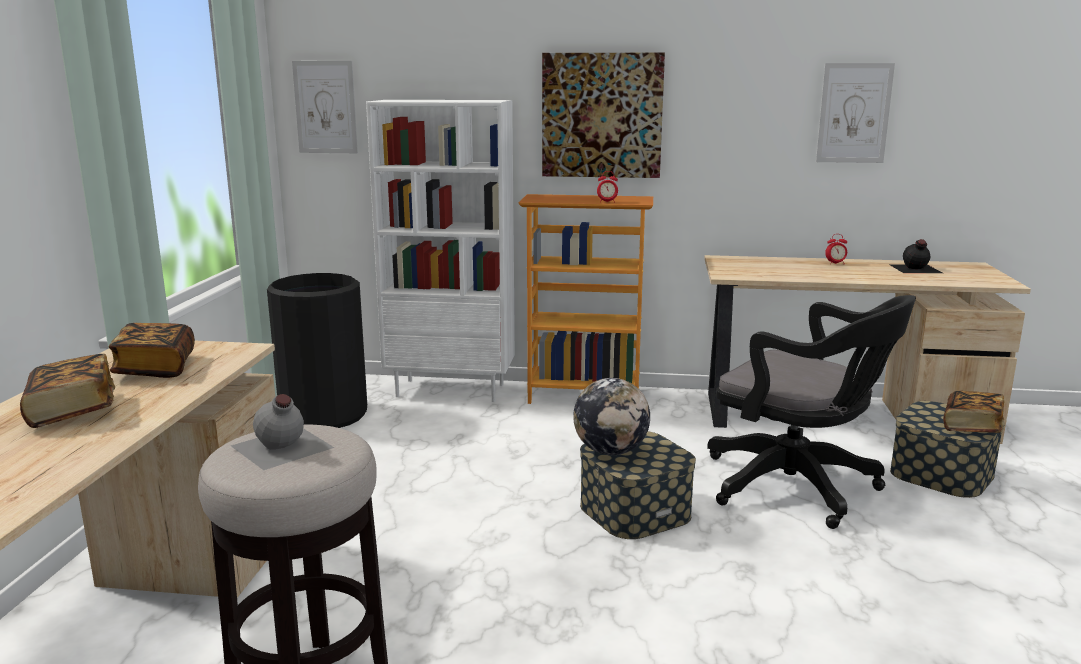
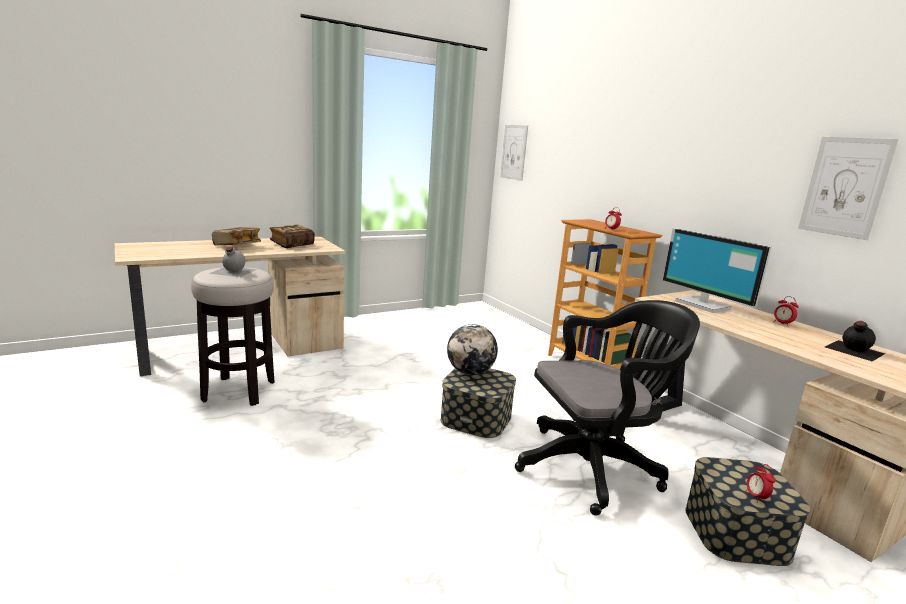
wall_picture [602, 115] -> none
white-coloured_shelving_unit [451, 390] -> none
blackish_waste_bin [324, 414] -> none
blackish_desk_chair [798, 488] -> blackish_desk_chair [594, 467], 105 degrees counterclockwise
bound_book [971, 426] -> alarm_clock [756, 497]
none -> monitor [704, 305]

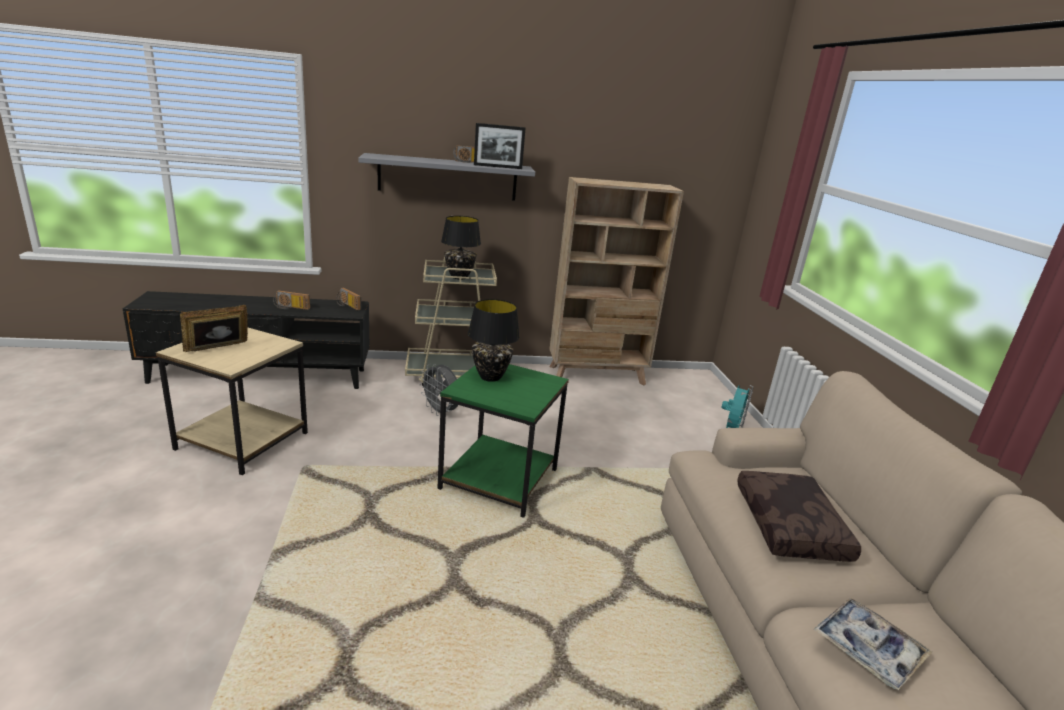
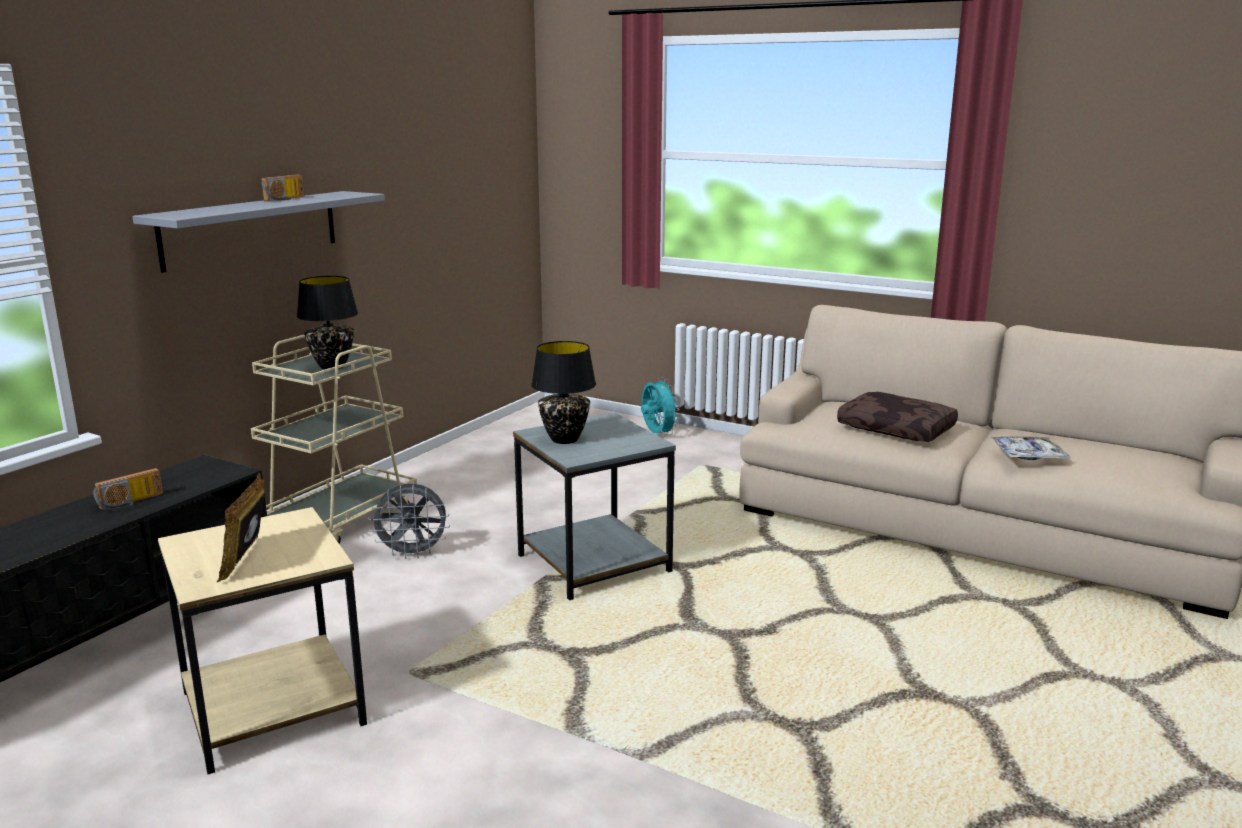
standing_frame [497, 167] -> none
sand-coloured_shelving_unit [597, 375] -> none
radio_receiver [347, 305] -> none
green-coloured_side_table [500, 479] -> gray_side_table [594, 562]

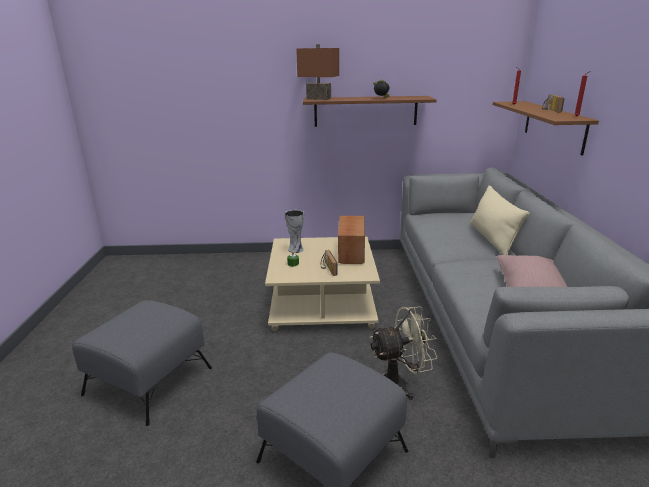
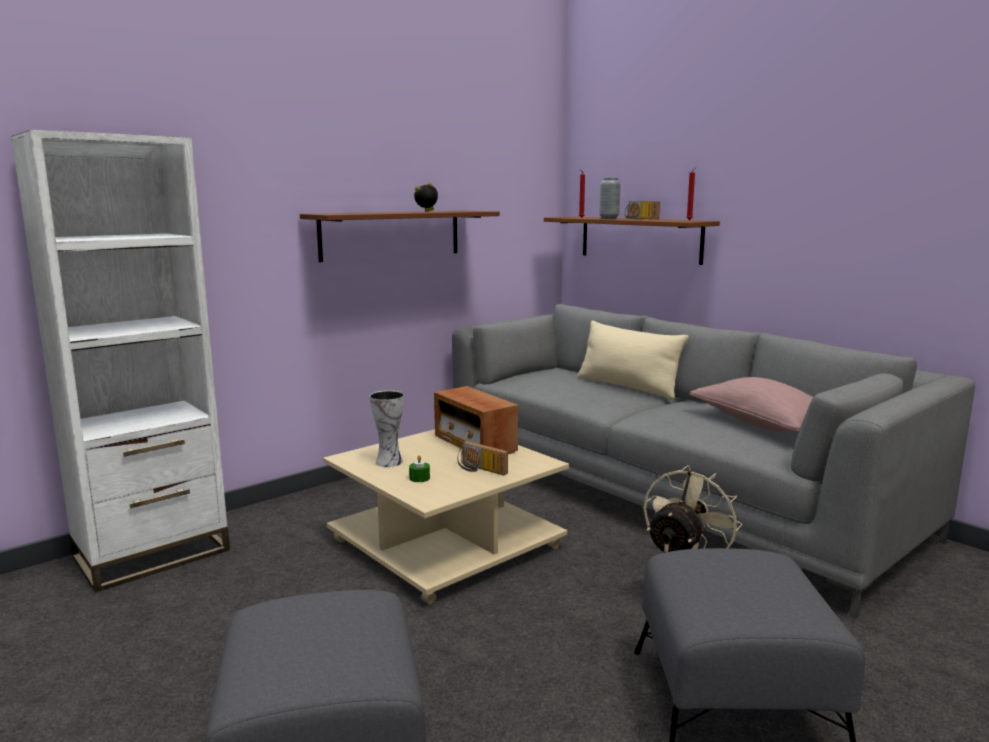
brownish_lamp_for_a_table [319, 98] -> none
none -> white-coloured_shelving_unit [152, 554]
none -> gray_vase [609, 218]

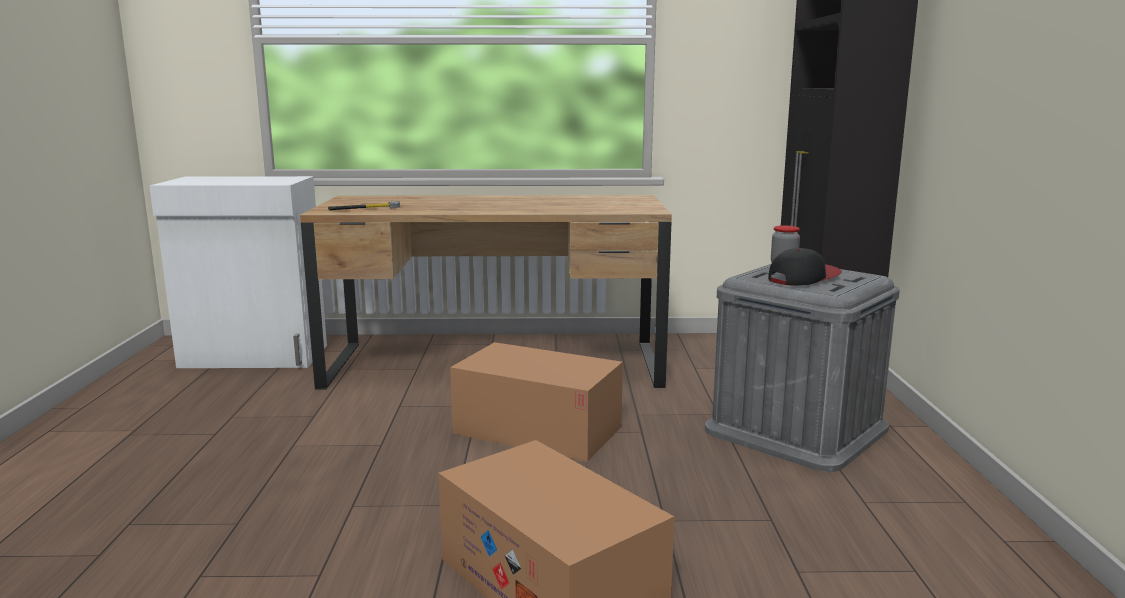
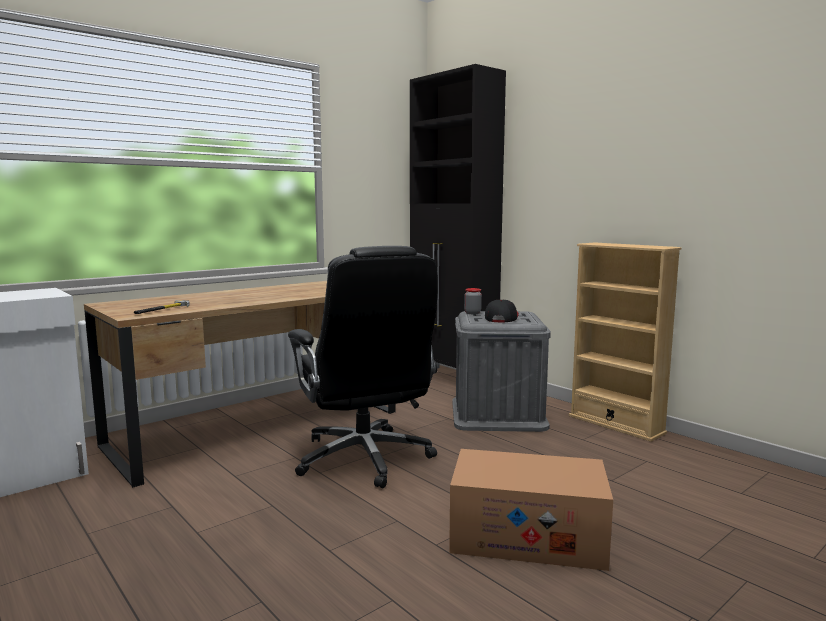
packing_box [537, 430] -> blackish_desk_chair [365, 459]
none -> sand-coloured_shelving_unit [616, 424]

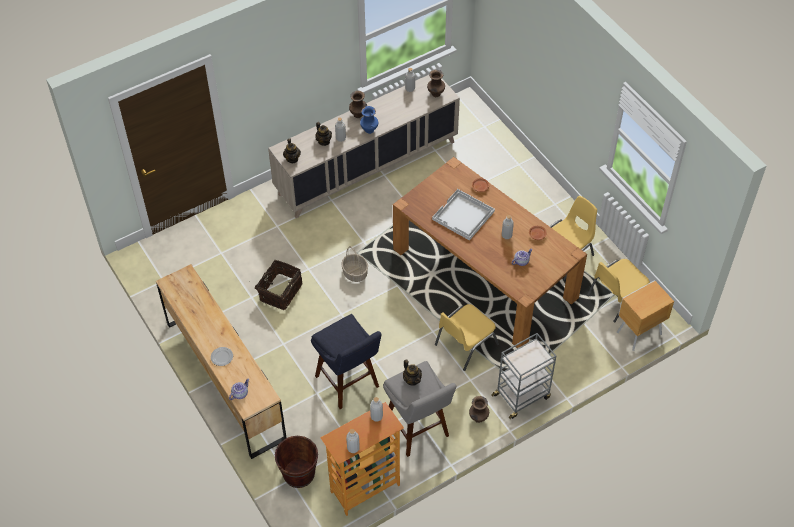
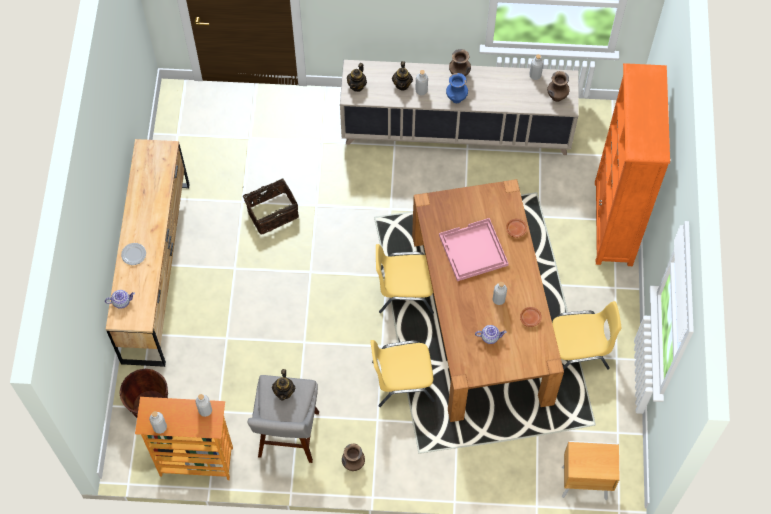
white-coloured_carrying_tray [463, 216] -> pink_carrying_tray [472, 251]
storage_basket [354, 273] -> none
yellow-coloured_chair [616, 298] -> yellow-coloured_chair [404, 290], moved
bluish_sitting_stool [349, 384] -> none
gray_wheeled_cart [522, 396] -> none
none -> orangey_shelving_unit [613, 223]

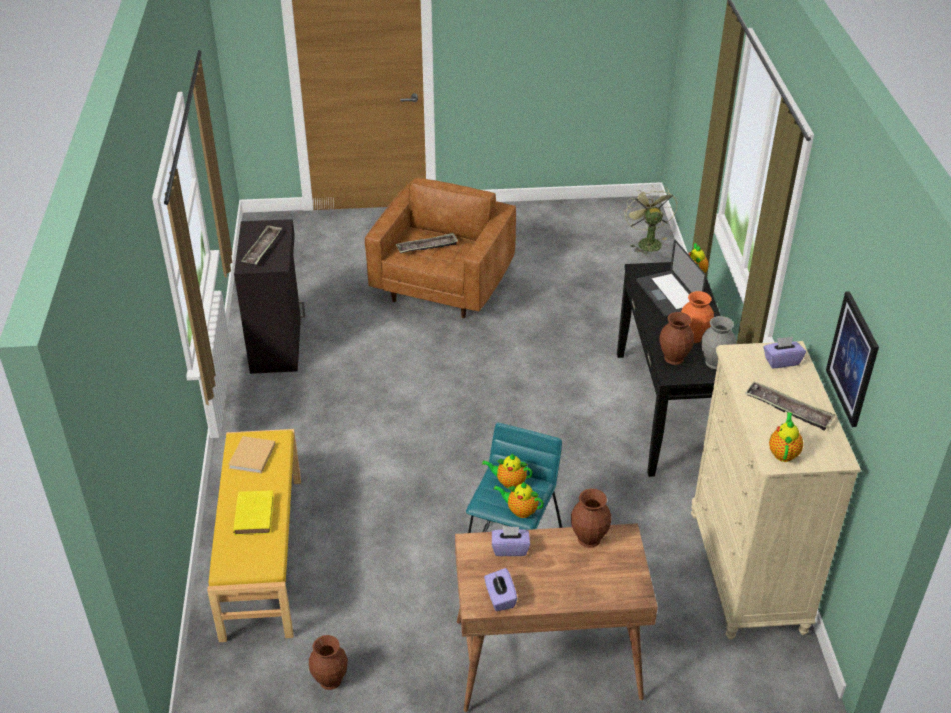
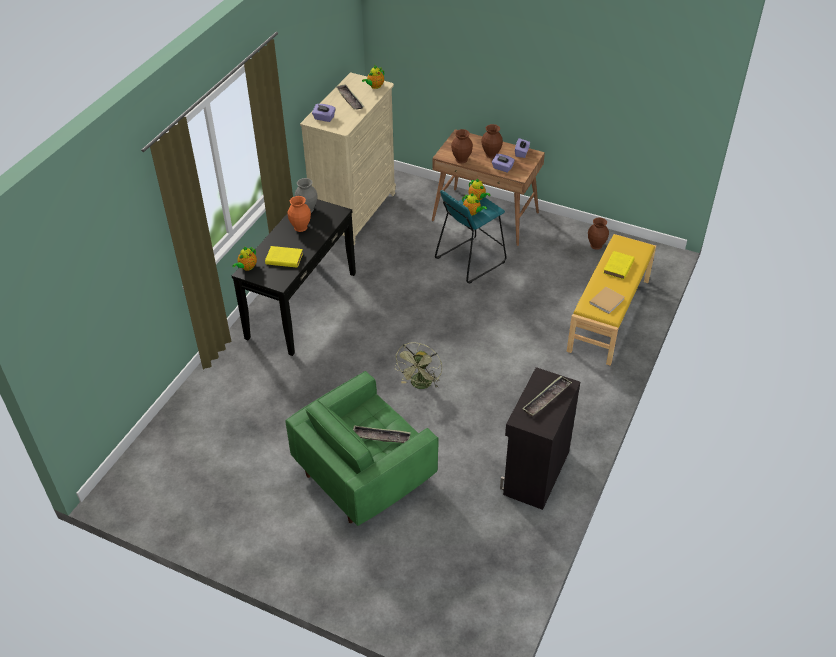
brownish_easy_chair [443, 287] -> green-coloured_easy_chair [364, 475]
green-coloured_cooling_fan [647, 242] -> green-coloured_cooling_fan [420, 385], moved
laptop [668, 295] -> yellow-coloured_bound_book [283, 259]
wall_picture [853, 359] -> none
brownish_vase [674, 358] -> brownish_vase [491, 154], moved

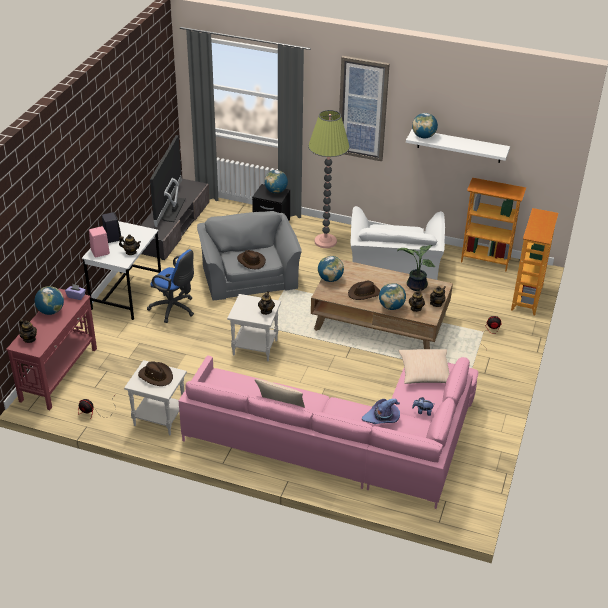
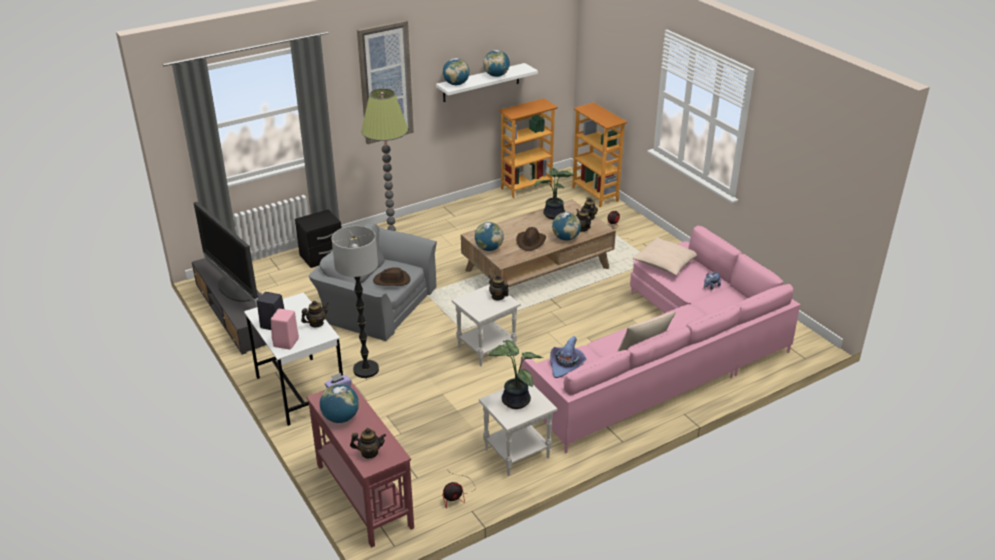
desk_globe [276, 191] -> desk_globe [496, 75], moved
white-coloured_easy_chair [394, 265] -> none
bluish_desk_chair [174, 309] -> floor_lamp [366, 370]
brownish_clothing_hat [156, 376] -> houseplant [514, 401]
purple-coloured_clothing_hat [382, 418] -> purple-coloured_clothing_hat [566, 365], moved

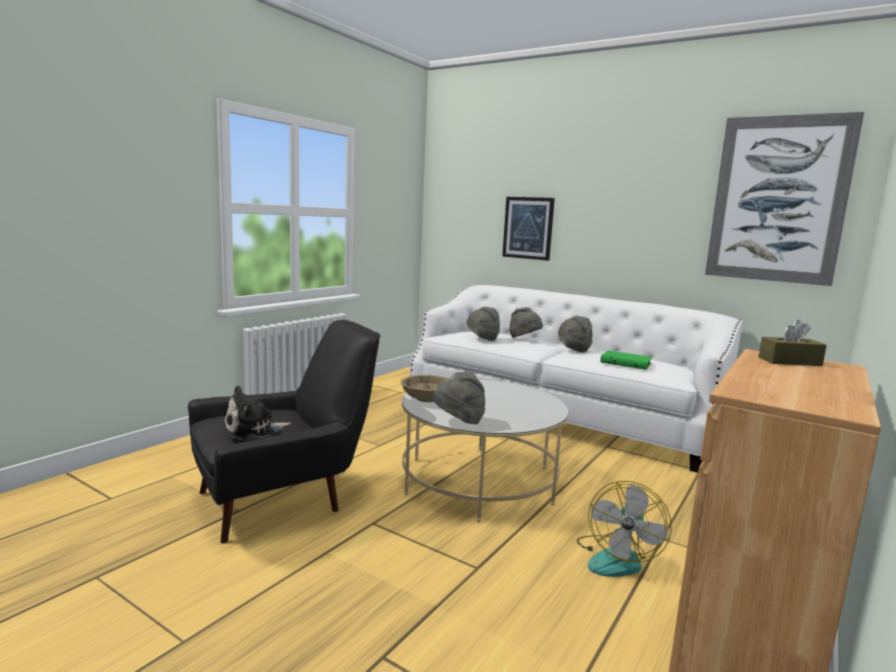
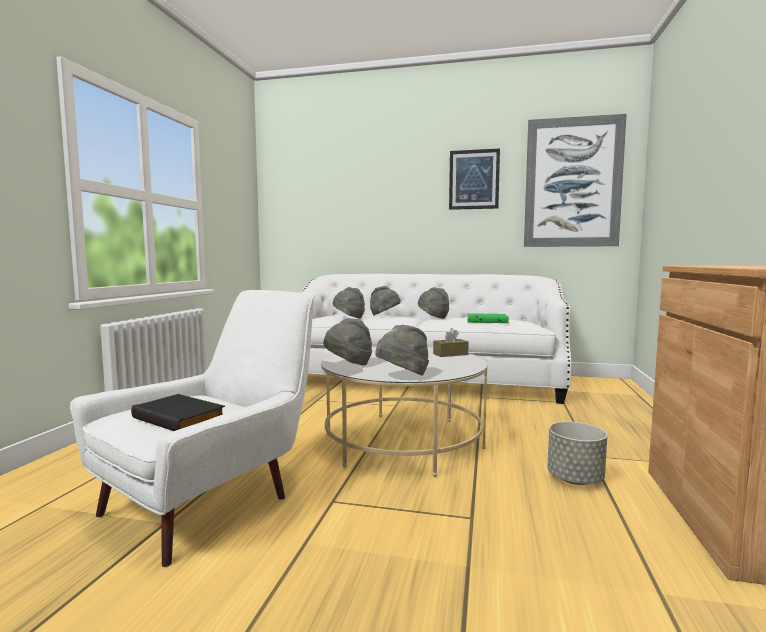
wall_picture [528, 228] -> wall_picture [474, 179], moved
blackish_easy_chair [283, 499] -> white-coloured_easy_chair [212, 500]
brownish_tissue_holder [789, 361] -> brownish_tissue_holder [450, 354], moved
sand-coloured_deep_dish [427, 399] -> gray_clothing_hat [348, 364]
cuddly_toy [253, 430] -> blackish_bound_book [181, 417]
cooling_fan [617, 558] -> gray_plant_pot [575, 479]

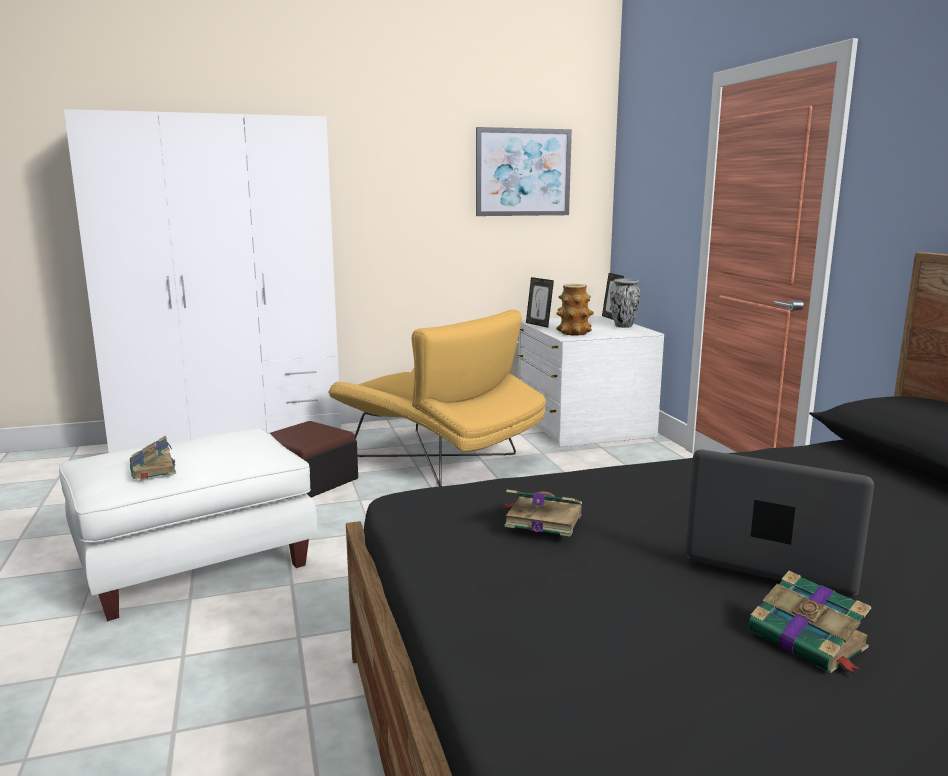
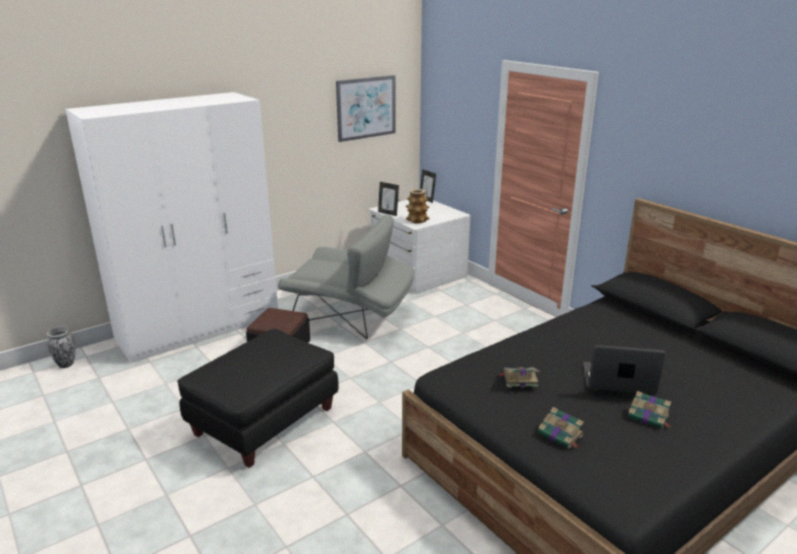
vase [623, 326] -> vase [66, 364], moved
yellow-coloured_easy_chair [440, 460] -> gray_easy_chair [350, 316]
white-coloured_ottoman [196, 563] -> blackish_ottoman [264, 420]
bound_book [153, 469] -> bound_book [561, 435], moved

